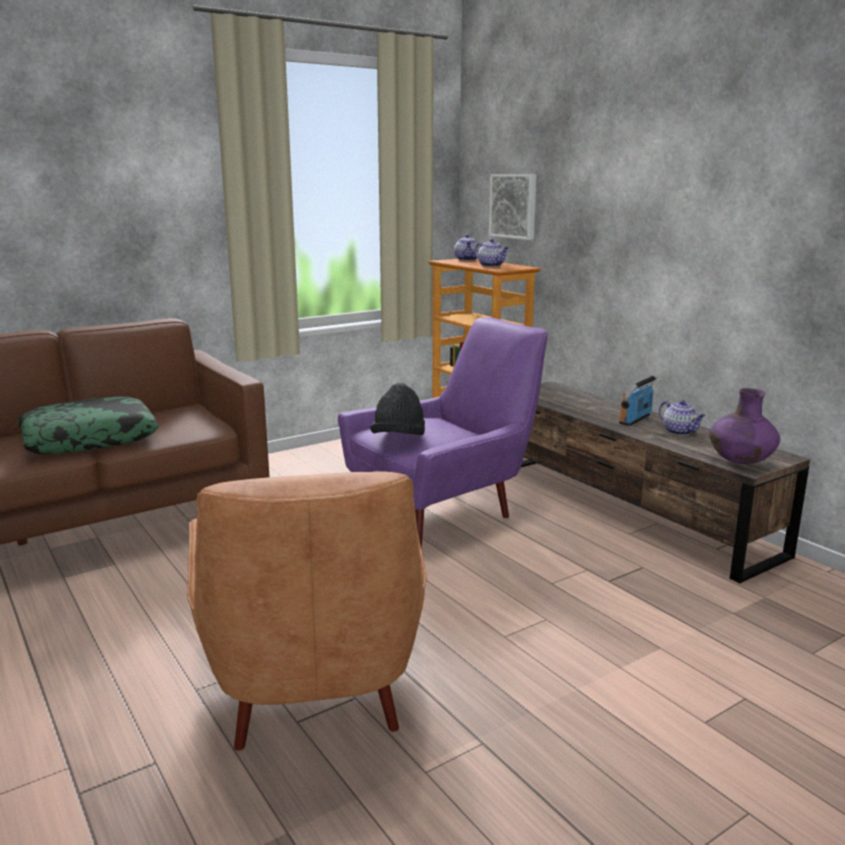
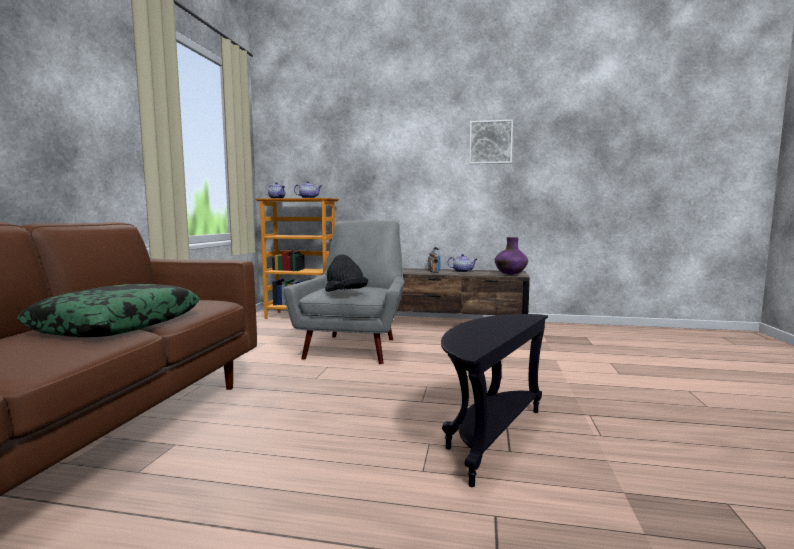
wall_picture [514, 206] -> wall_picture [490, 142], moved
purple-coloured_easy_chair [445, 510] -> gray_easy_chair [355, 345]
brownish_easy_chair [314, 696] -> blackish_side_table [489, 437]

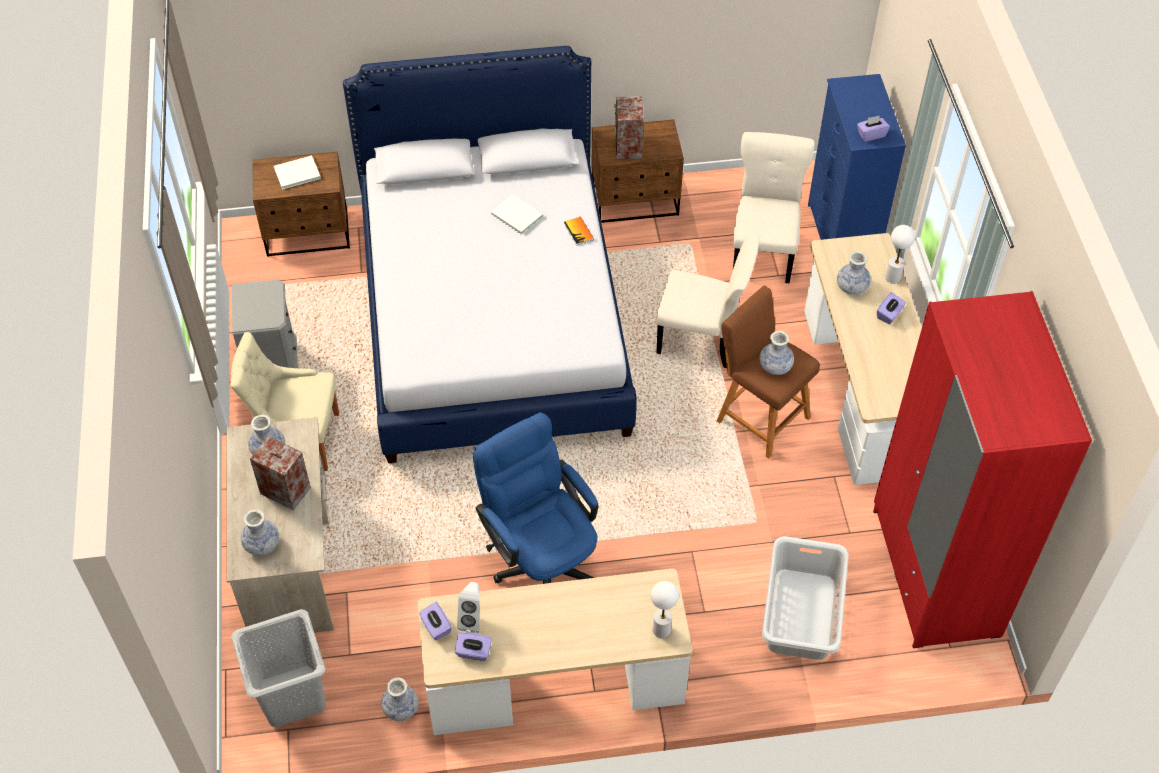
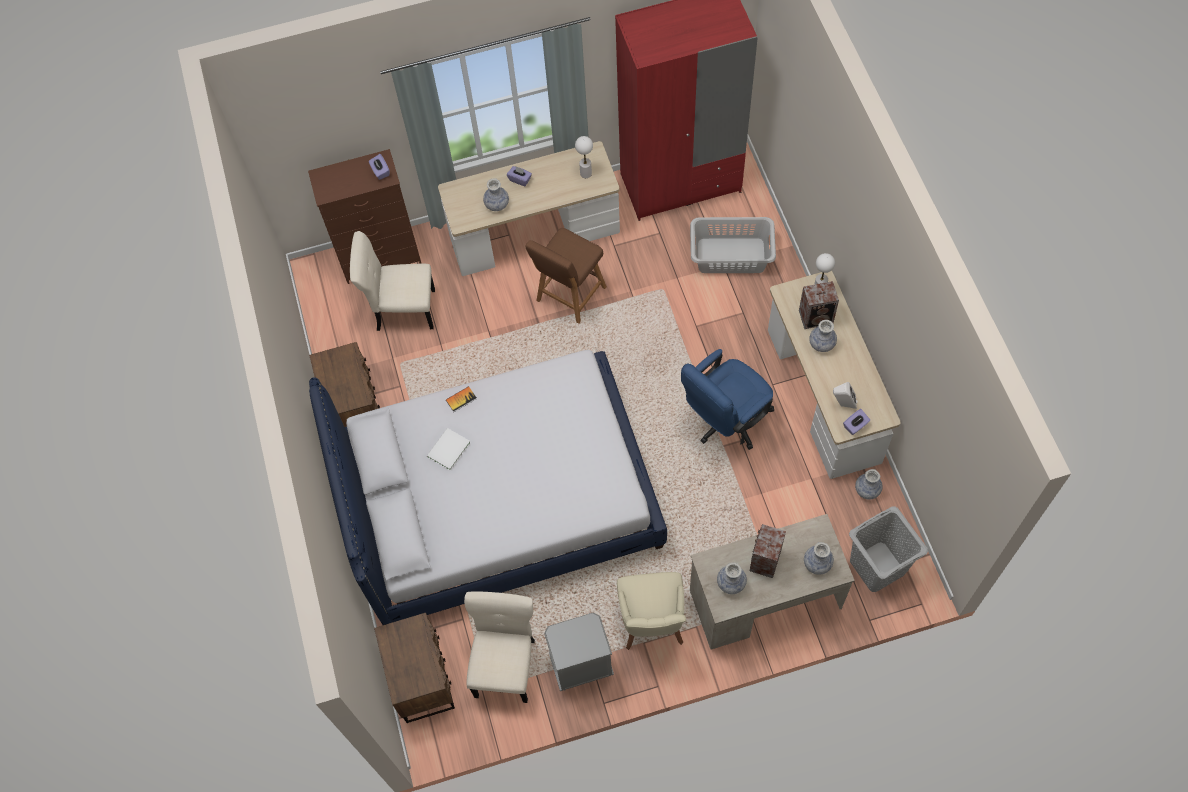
bluish_chest_of_drawers [841, 237] -> brownish_chest_of_drawers [381, 258]
speaker [628, 148] -> speaker [817, 317], moved
white-coloured_bound_book [295, 173] -> none
white-coloured_lamp_for_a_table [893, 277] -> white-coloured_lamp_for_a_table [586, 173], moved
sand-coloured_chair [702, 340] -> sand-coloured_chair [506, 665], moved
vase [775, 367] -> vase [822, 344], moved
purple-coloured_tissue_holder [473, 652] -> none

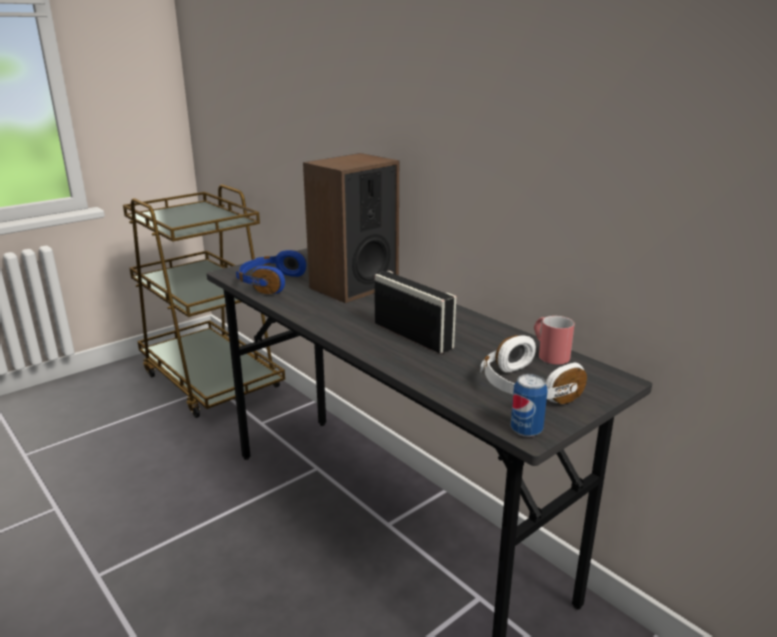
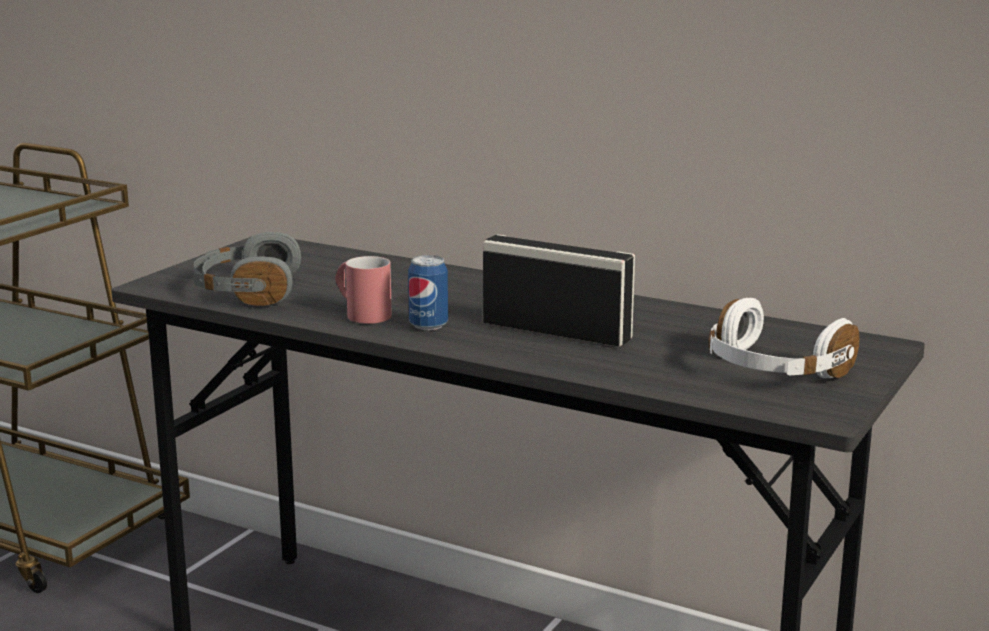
speaker [353, 286] -> none
bluish_pair_of_headphones [270, 283] -> gray_pair_of_headphones [247, 291]
red_mug [549, 354] -> red_mug [361, 314], moved
metal_can [526, 430] -> metal_can [428, 326], moved

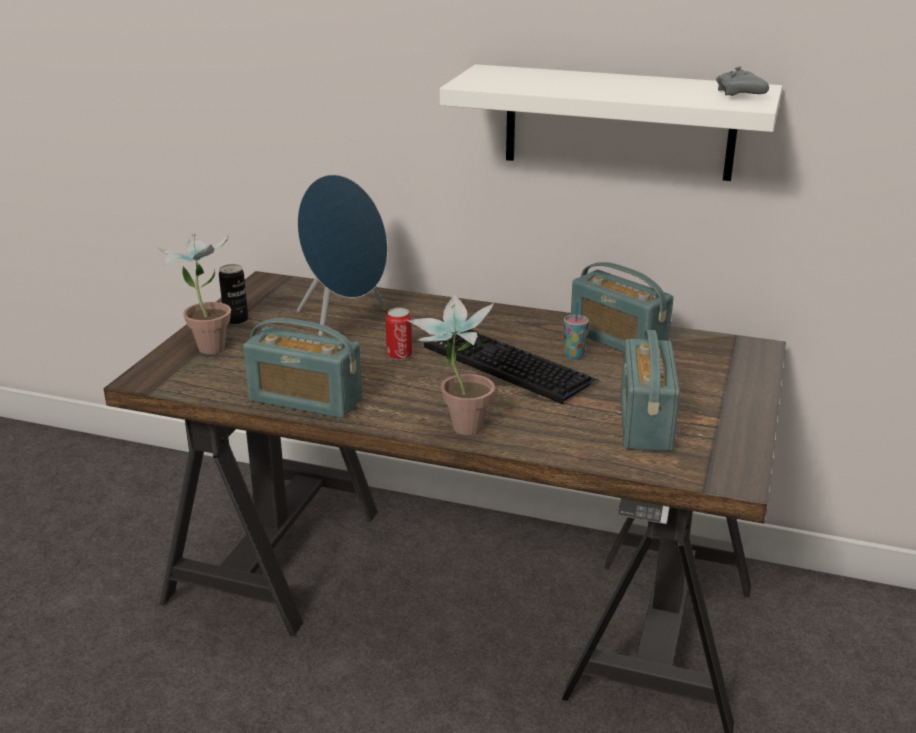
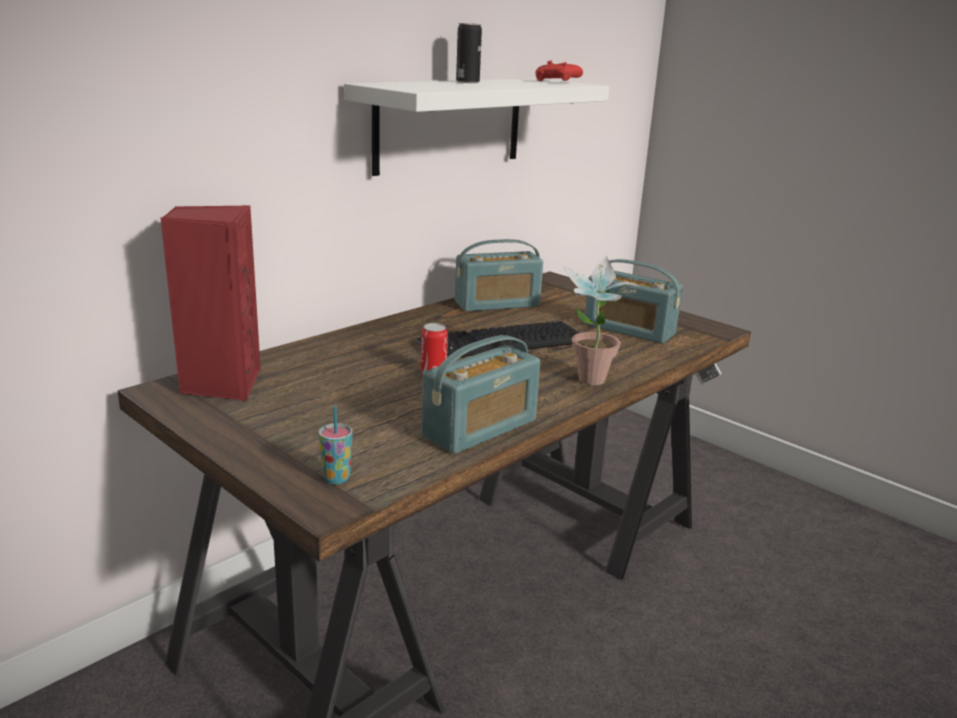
gray_gamepad [740, 95] -> red_gamepad [556, 82]
bluish_speaker [344, 325] -> none
houseplant [207, 344] -> none
metal_can [236, 320] -> metal_can [467, 82], moved
drinking_cup [574, 355] -> drinking_cup [336, 478], moved
none -> red_speaker [221, 384]

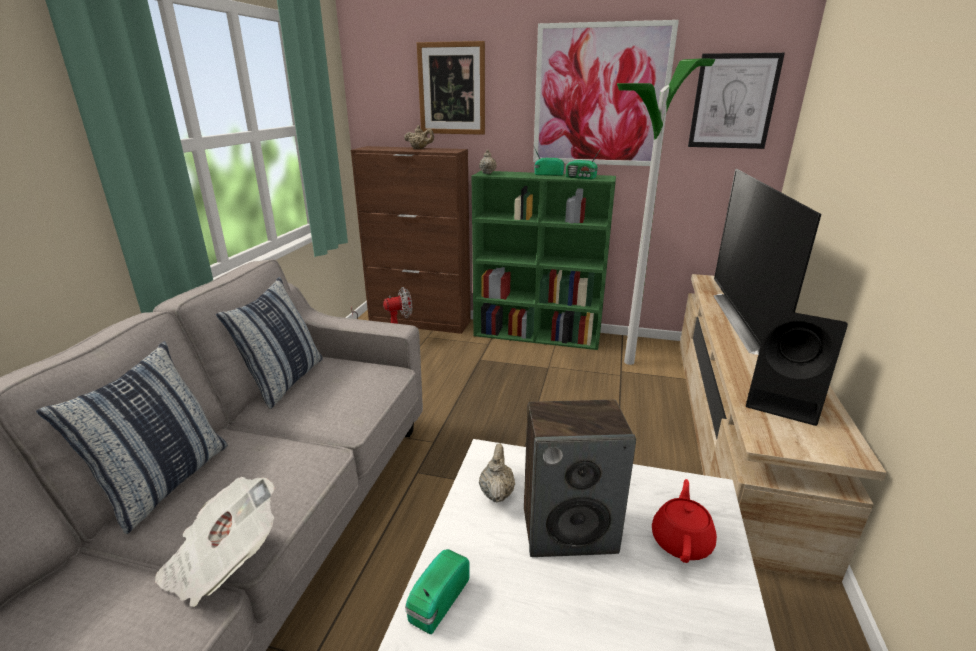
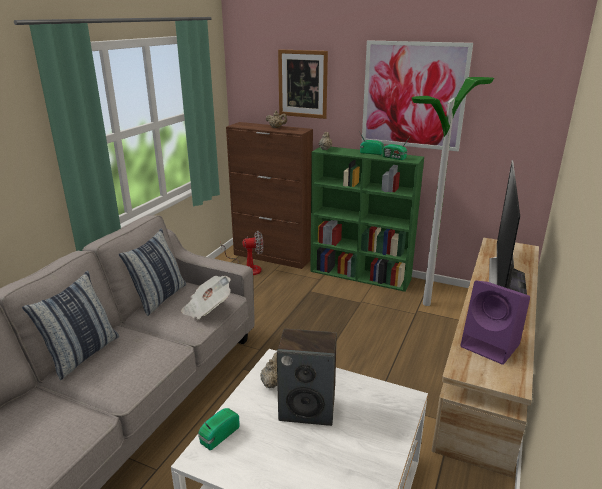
wall_picture [733, 102] -> none
blackish_speaker [785, 402] -> purple-coloured_speaker [491, 346]
daily_paper [223, 560] -> daily_paper [207, 308], moved
red_tea_pot [681, 541] -> none

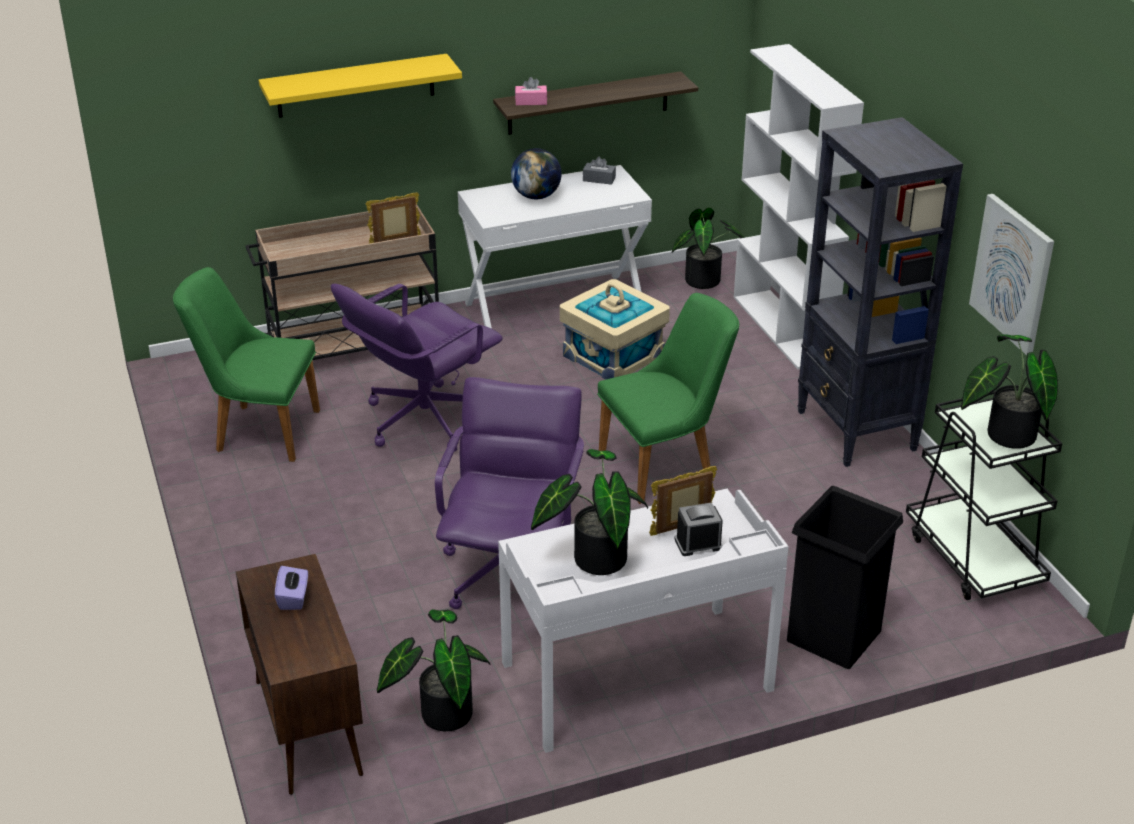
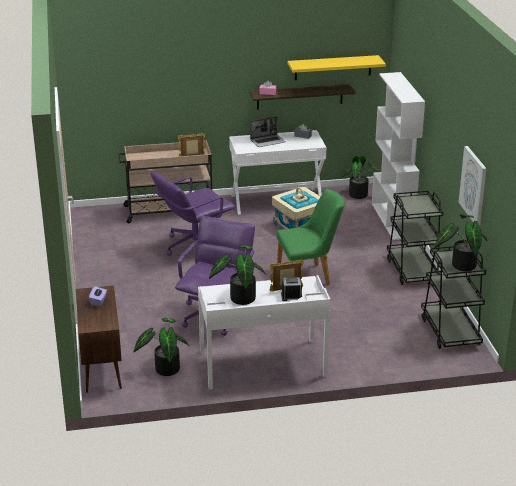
yellow-coloured_bracket_shelf [355, 86] -> yellow-coloured_bracket_shelf [333, 67], moved
blackish_shelving_unit [856, 431] -> blackish_wheeled_cart [412, 270]
desk_globe [536, 196] -> laptop [268, 141]
green-coloured_chair [257, 430] -> none
blackish_waste_bin [833, 635] -> none

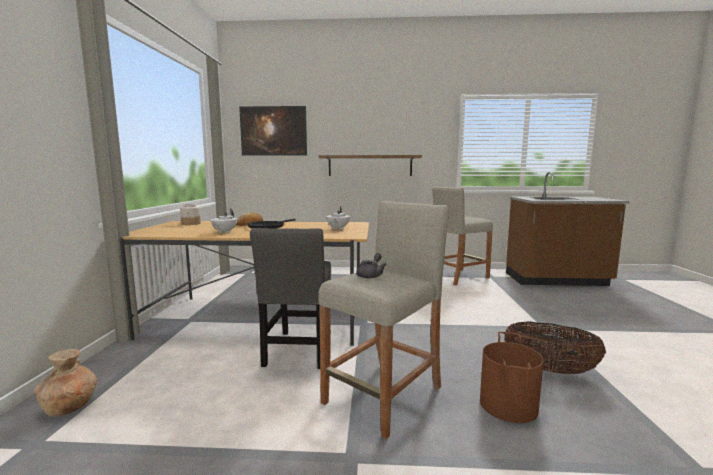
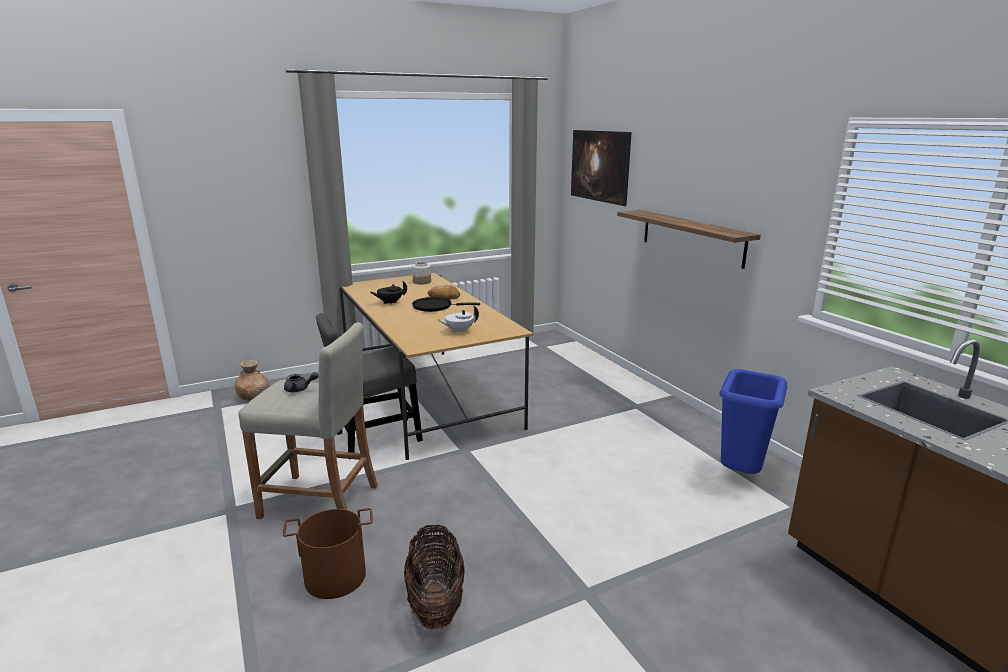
sand-coloured_sitting_stool [458, 277] -> bluish_waste_bin [740, 475]
white-coloured_tea_pot [224, 232] -> blackish_tea_pot [390, 303]

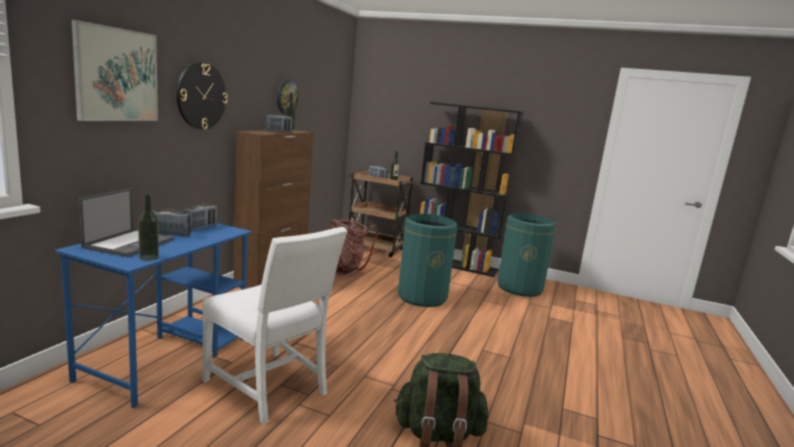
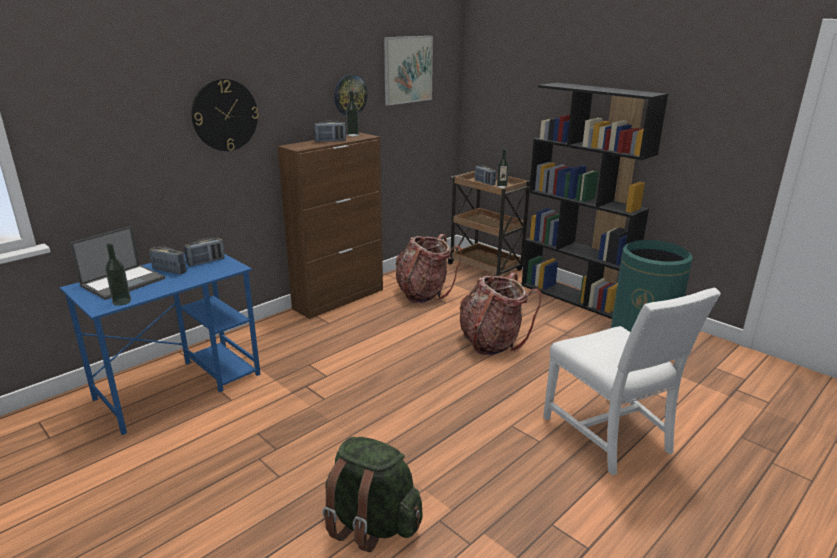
wall_picture [117, 75] -> wall_picture [408, 69], moved
green-coloured_waste_bin [422, 297] -> backpack [492, 342]
white-coloured_chair [269, 387] -> white-coloured_chair [611, 435], moved

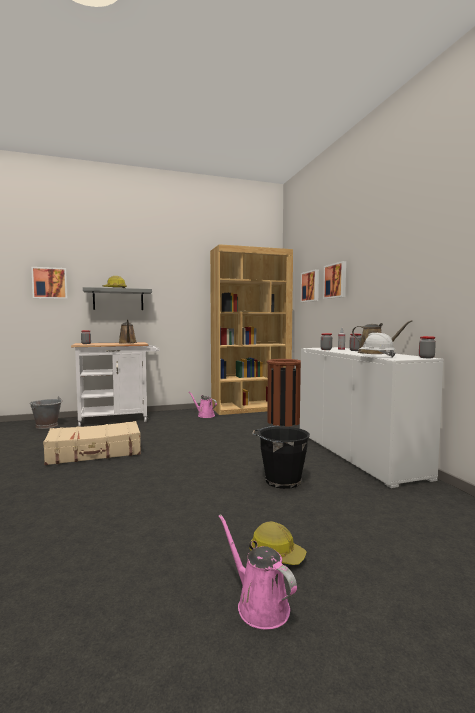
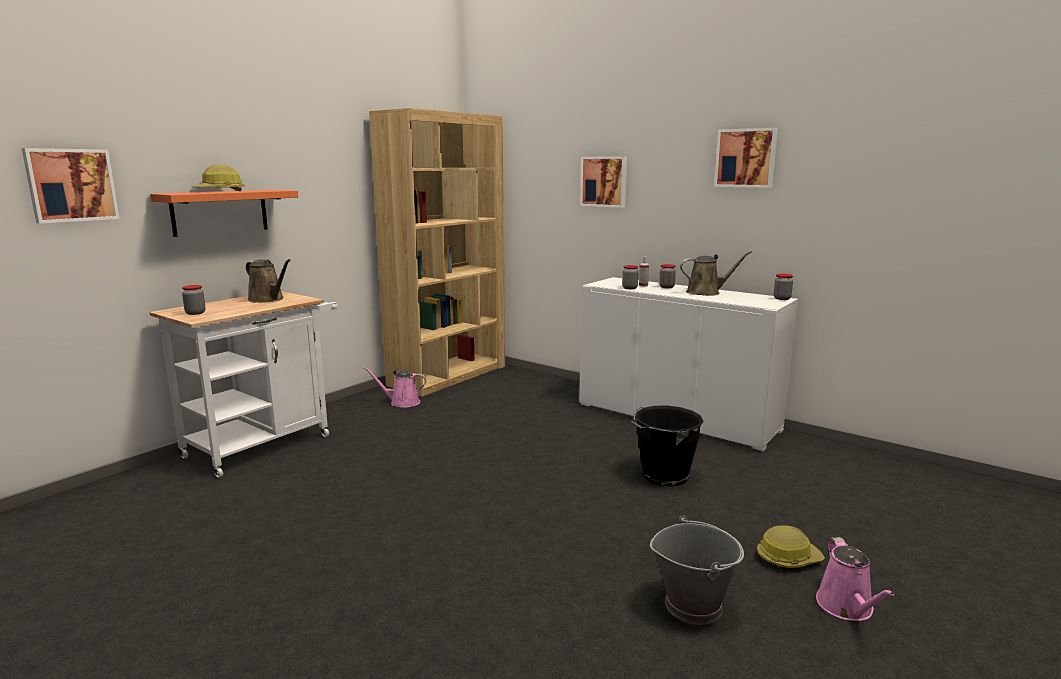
wall_picture [310, 286] -> wall_picture [746, 158], moved
gray_bracket_shelf [118, 299] -> orangey_bracket_shelf [220, 212]
white-coloured_hard_hat [376, 356] -> none
brownish_waste_bin [283, 422] -> none
gray_pail [47, 426] -> gray_pail [693, 605], moved
sand-coloured_suitcase [95, 452] -> none
pink_sprinkling_can [259, 605] -> pink_sprinkling_can [847, 607], 105 degrees counterclockwise

